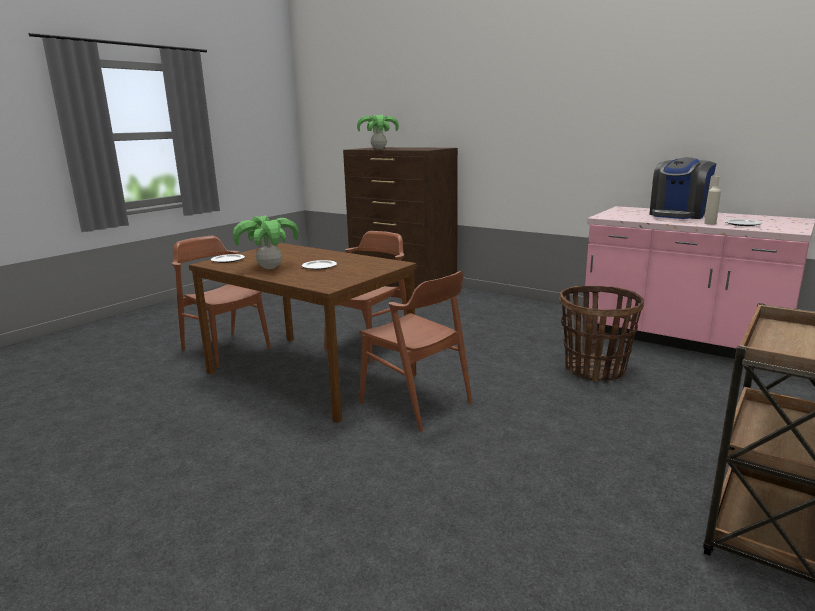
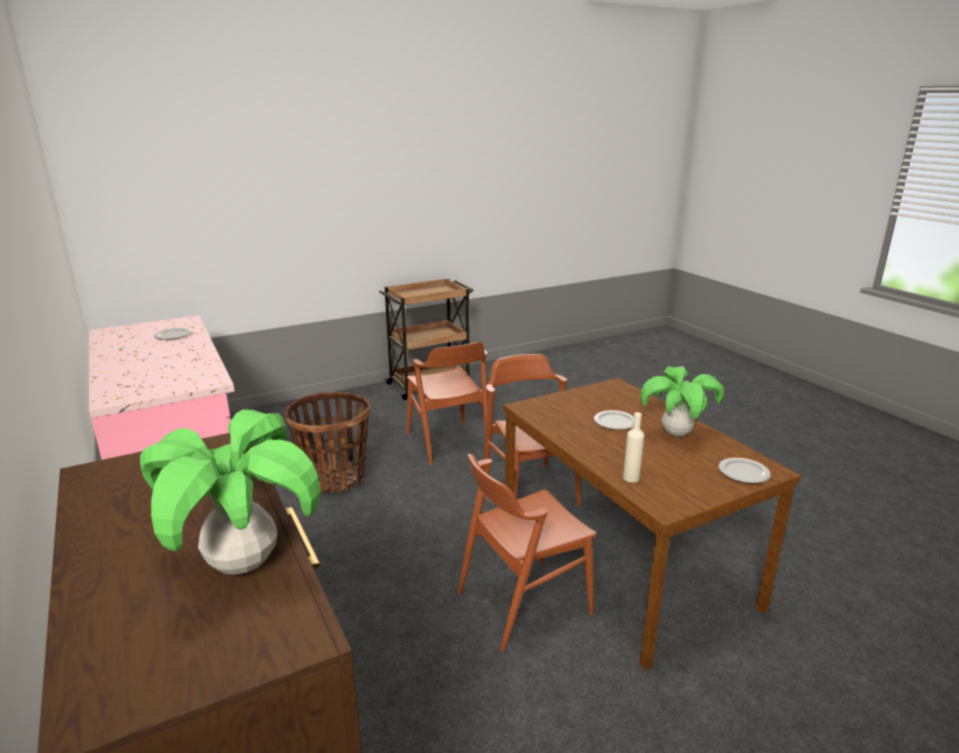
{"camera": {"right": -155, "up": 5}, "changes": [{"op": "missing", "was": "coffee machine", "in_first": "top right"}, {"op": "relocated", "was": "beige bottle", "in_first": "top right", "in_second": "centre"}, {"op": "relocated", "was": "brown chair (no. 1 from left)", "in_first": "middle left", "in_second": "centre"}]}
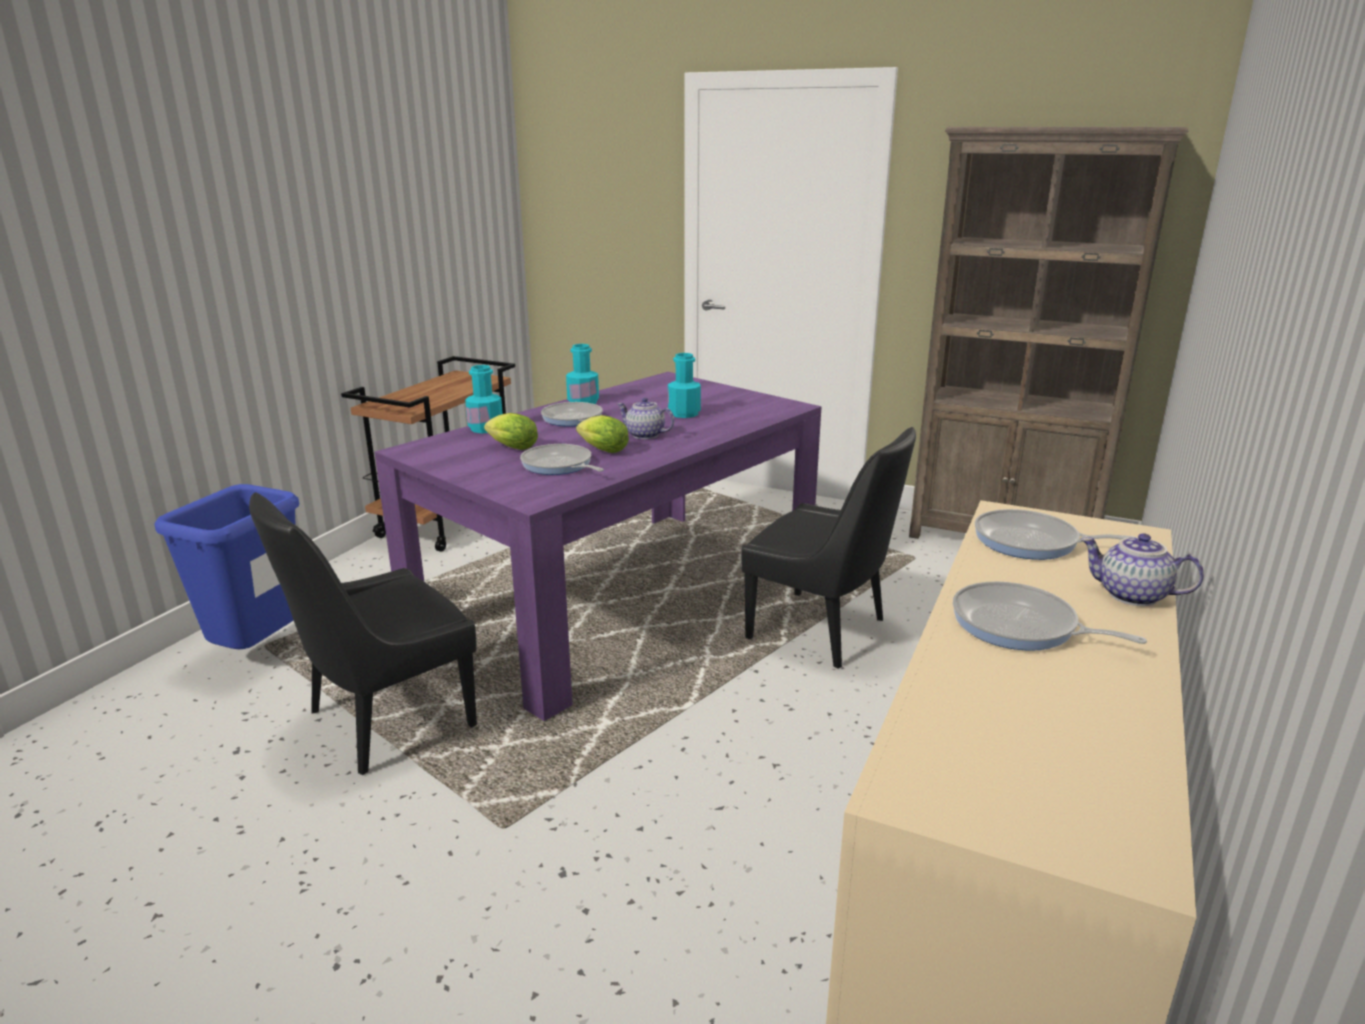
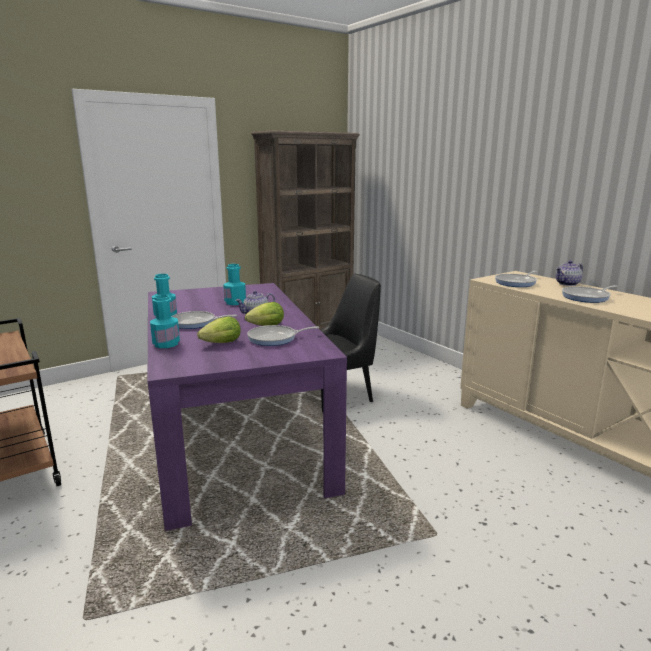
{"camera": {"right": -60, "up": -5}, "changes": [{"op": "missing", "was": "blue trash can", "in_first": "middle left"}, {"op": "missing", "was": "black chair (no. 1 from left)", "in_first": "middle left"}]}
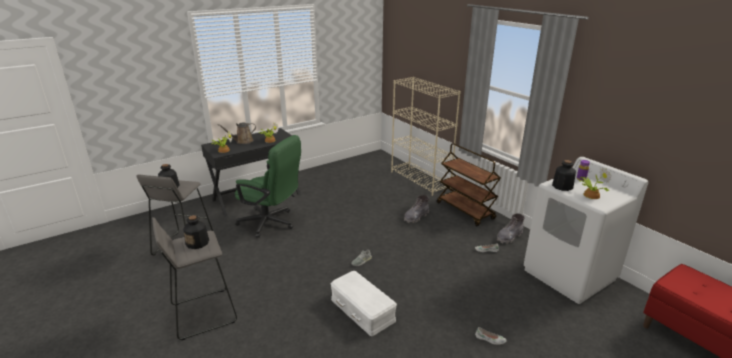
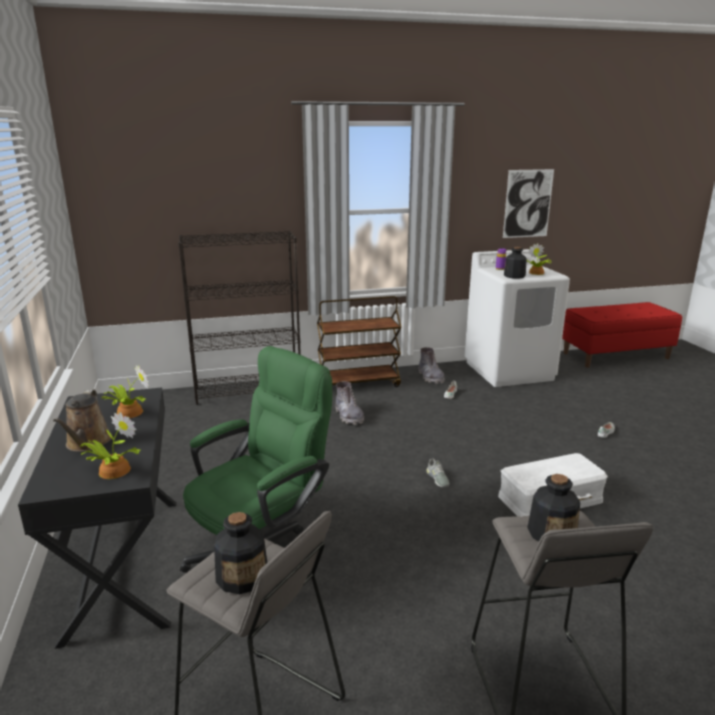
{"camera": {"right": -70, "up": -5}, "changes": [{"op": "colour", "was": "beige bookcase", "now": "black bookcase", "in_first": "centre", "in_second": "centre"}, {"op": "appeared", "now": "picture", "in_second": "top right"}]}
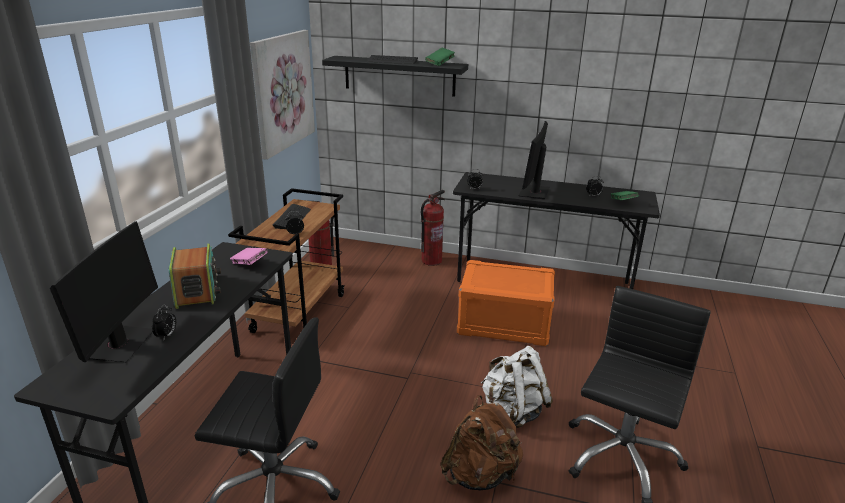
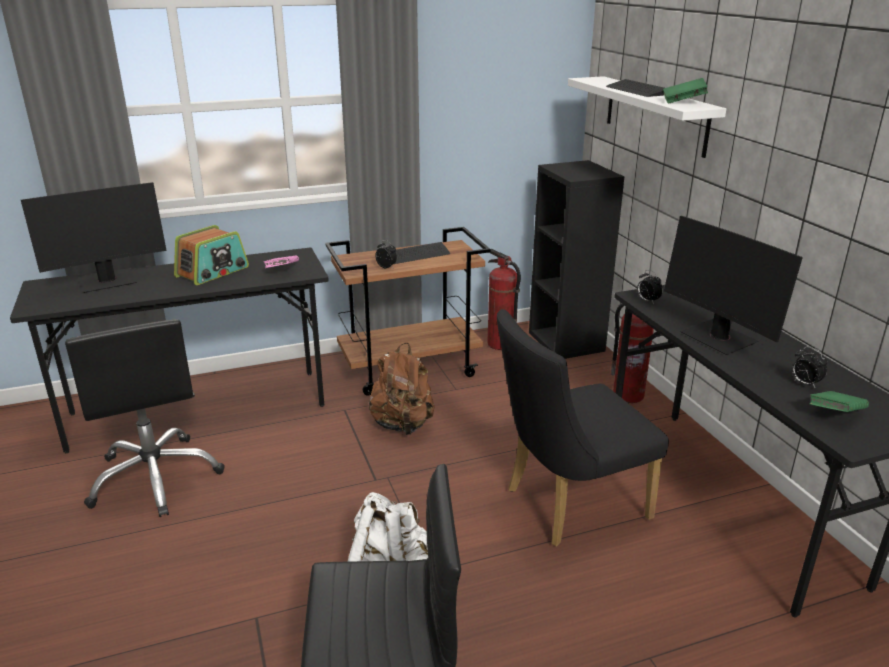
{"camera": {"right": 55, "up": 0}, "changes": [{"op": "missing", "was": "picture", "in_first": "top centre"}, {"op": "colour", "was": "black shelf", "now": "white shelf", "in_first": "top centre", "in_second": "top right"}, {"op": "spun", "was": "monitor (no. 2 from left)", "in_first": "top centre", "in_second": "middle right", "clockwise": -105}, {"op": "exchanged", "was": "orange storage box", "now": "black chair", "in_first": "centre", "in_second": "centre"}, {"op": "missing", "was": "alarm clock (no. 1 from left)", "in_first": "middle left"}, {"op": "relocated", "was": "brown backpack", "in_first": "bottom centre", "in_second": "centre"}, {"op": "appeared", "now": "black bookcase", "in_second": "centre"}]}
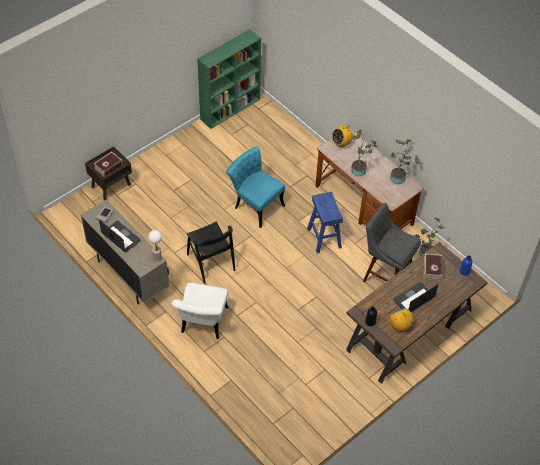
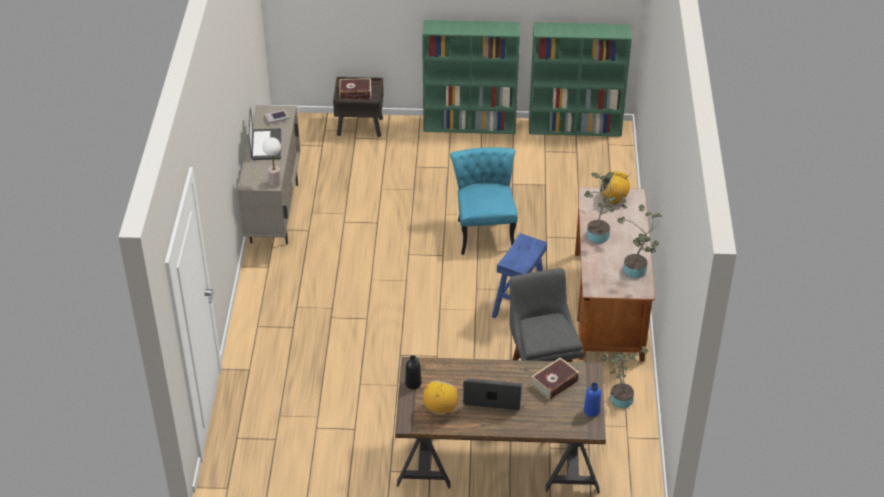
{"camera": {"right": 45, "up": -10}, "changes": [{"op": "missing", "was": "black chair", "in_first": "centre"}, {"op": "missing", "was": "white chair", "in_first": "bottom centre"}, {"op": "appeared", "now": "green bookcase (no. 1 from left)", "in_second": "top centre"}]}
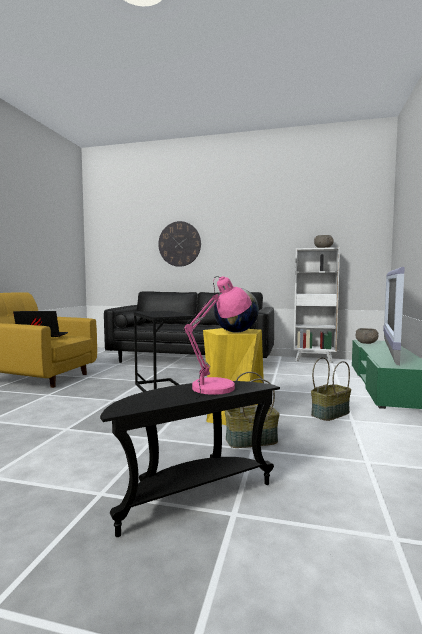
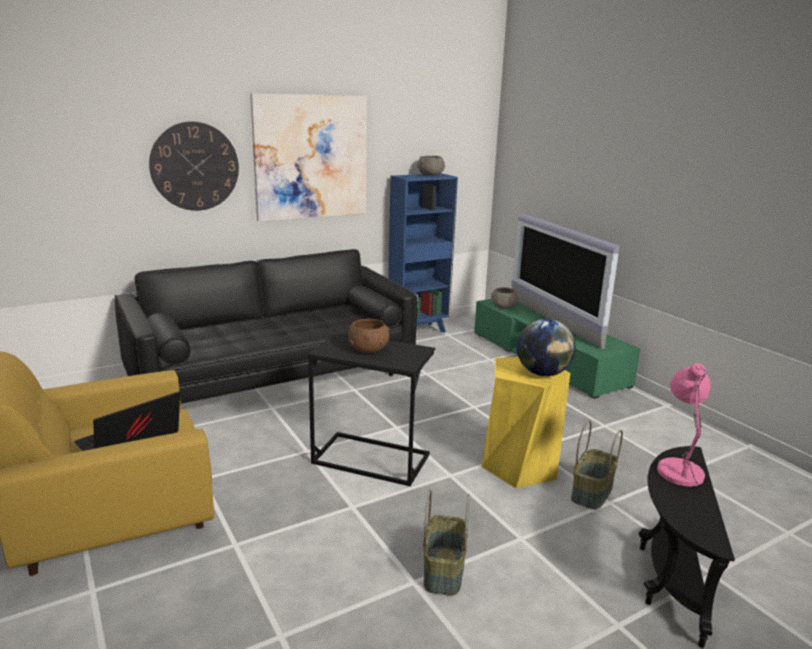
{"camera": {"right": -45, "up": 15}, "changes": [{"op": "colour", "was": "white bookcase", "now": "blue bookcase", "in_first": "middle right", "in_second": "centre"}, {"op": "relocated", "was": "basket (no. 2 from left in the first image)", "now": "basket (no. 1 from left)", "in_first": "middle right", "in_second": "bottom centre"}, {"op": "appeared", "now": "picture", "in_second": "top centre"}, {"op": "appeared", "now": "brown bowl", "in_second": "centre"}]}
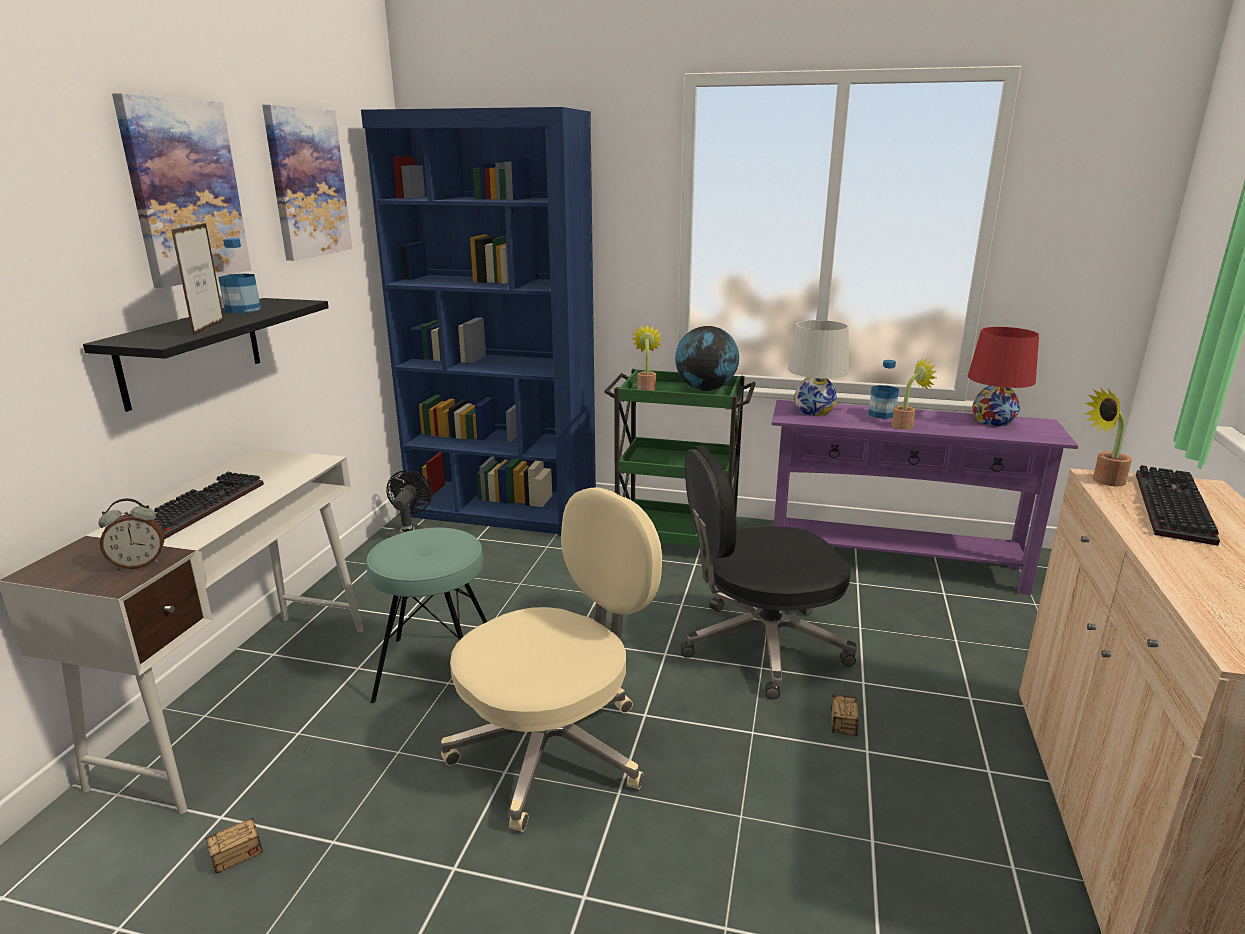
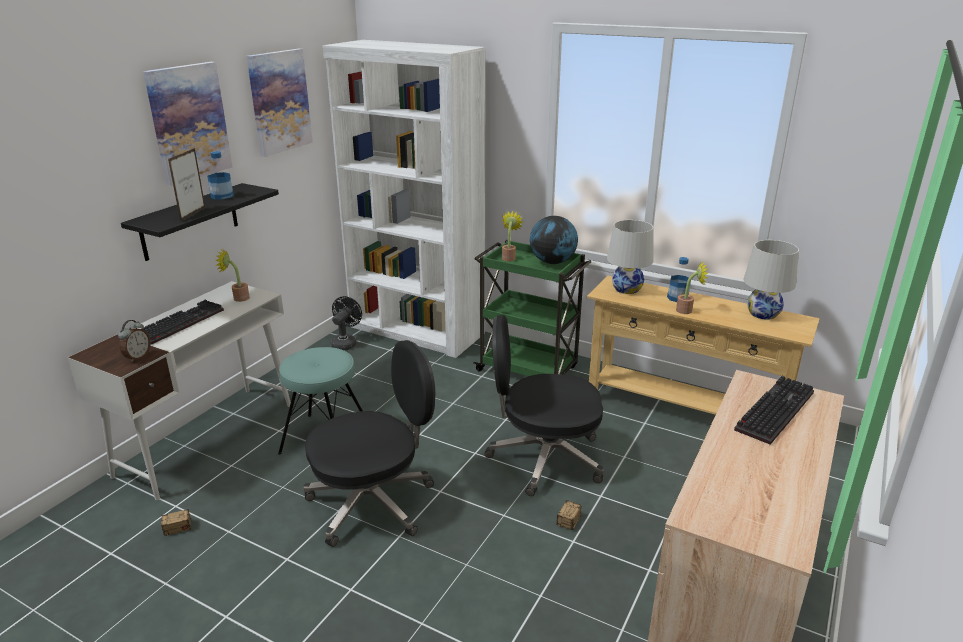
{"camera": {"right": 15, "up": 5}, "changes": [{"op": "colour", "was": "blue bookcase", "now": "white bookcase", "in_first": "centre", "in_second": "top centre"}, {"op": "colour", "was": "red table lamp", "now": "white table lamp (no. 2 from left)", "in_first": "middle right", "in_second": "middle right"}, {"op": "relocated", "was": "potted plant (no. 3 from left in the first image)", "now": "potted plant (no. 1 from left)", "in_first": "middle right", "in_second": "middle left"}, {"op": "colour", "was": "purple console table", "now": "beige console table", "in_first": "middle right", "in_second": "middle right"}, {"op": "colour", "was": "beige office chair", "now": "black office chair (no. 1 from left)", "in_first": "bottom centre", "in_second": "bottom centre"}, {"op": "spun", "was": "alarm clock", "in_first": "middle left", "in_second": "middle left", "clockwise": -60}]}
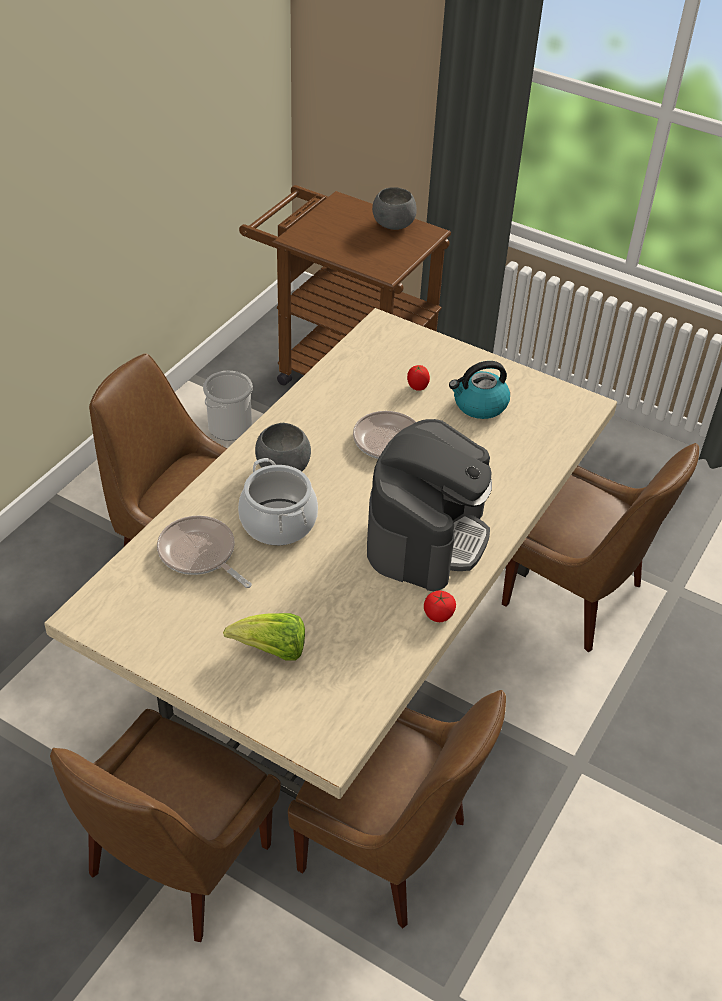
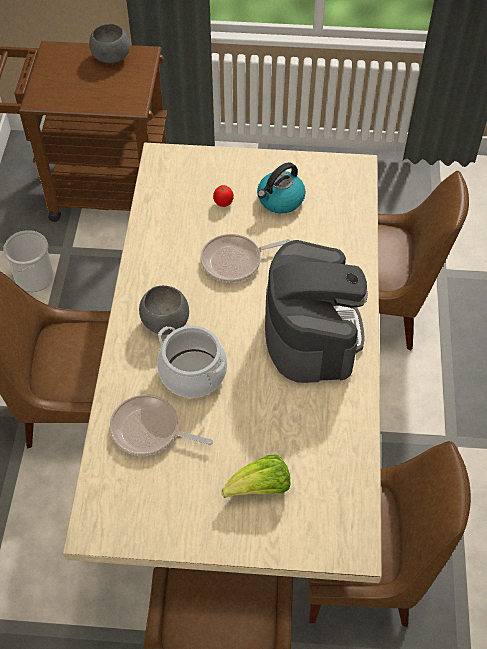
{"camera": {"right": -25, "up": 10}, "changes": [{"op": "missing", "was": "tomato (no. 2 from left)", "in_first": "centre"}]}
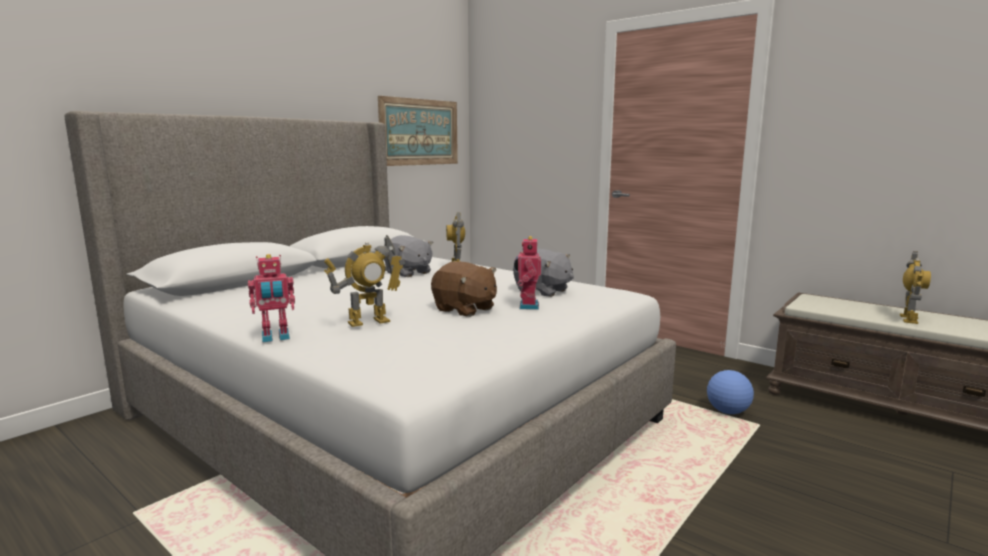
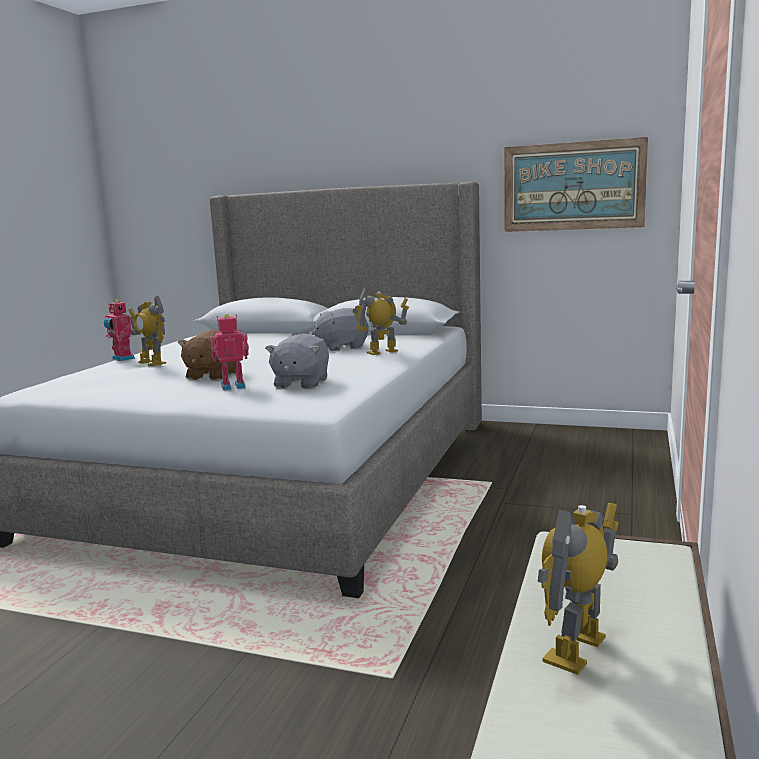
{"camera": {"right": 70, "up": 0}, "changes": [{"op": "spun", "was": "grey plush toy (no. 1 from left in the first image)", "in_first": "centre", "in_second": "centre", "clockwise": 45}, {"op": "spun", "was": "toy robot (no. 5 from left)", "in_first": "middle right", "in_second": "bottom right", "clockwise": 120}, {"op": "missing", "was": "football", "in_first": "bottom right"}]}
